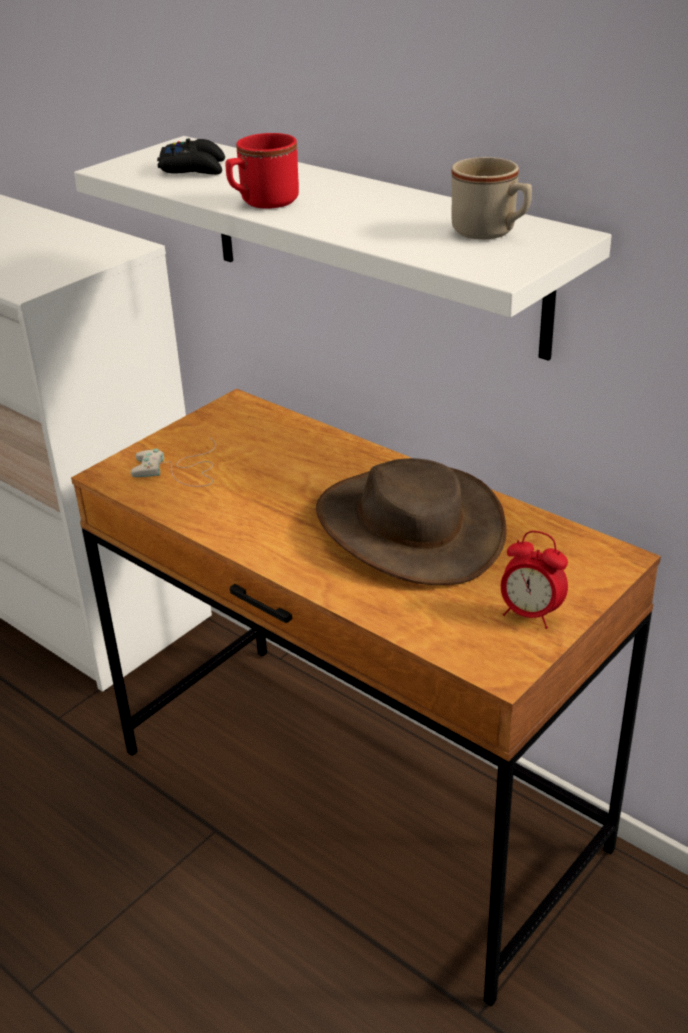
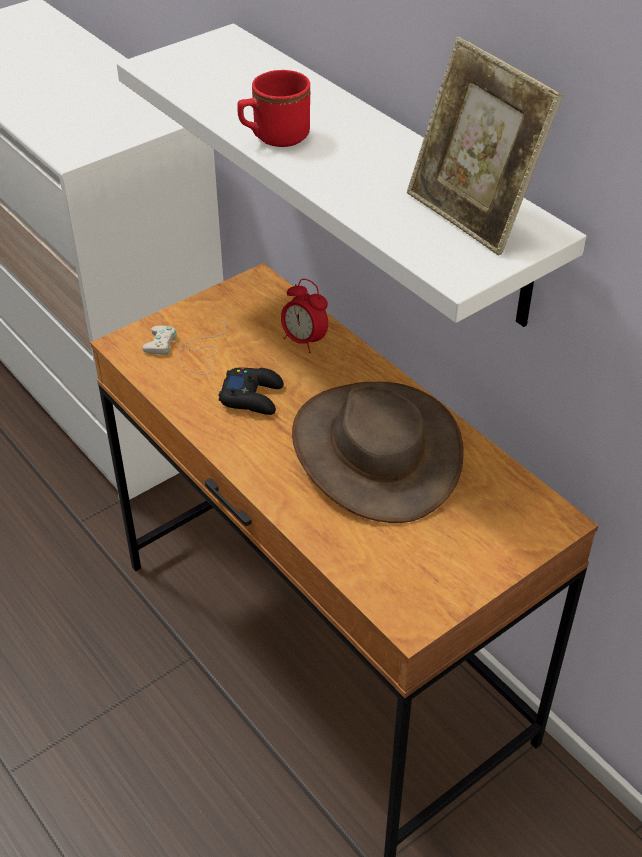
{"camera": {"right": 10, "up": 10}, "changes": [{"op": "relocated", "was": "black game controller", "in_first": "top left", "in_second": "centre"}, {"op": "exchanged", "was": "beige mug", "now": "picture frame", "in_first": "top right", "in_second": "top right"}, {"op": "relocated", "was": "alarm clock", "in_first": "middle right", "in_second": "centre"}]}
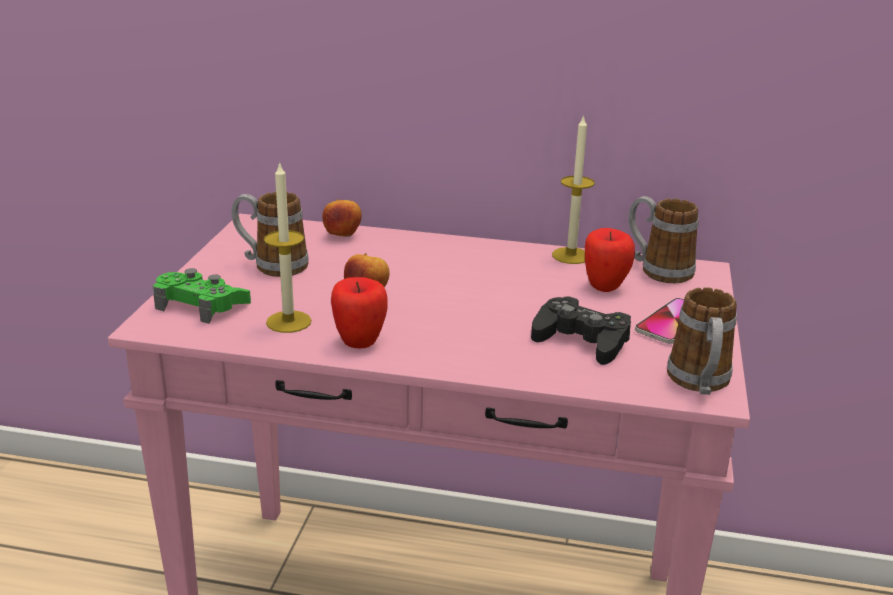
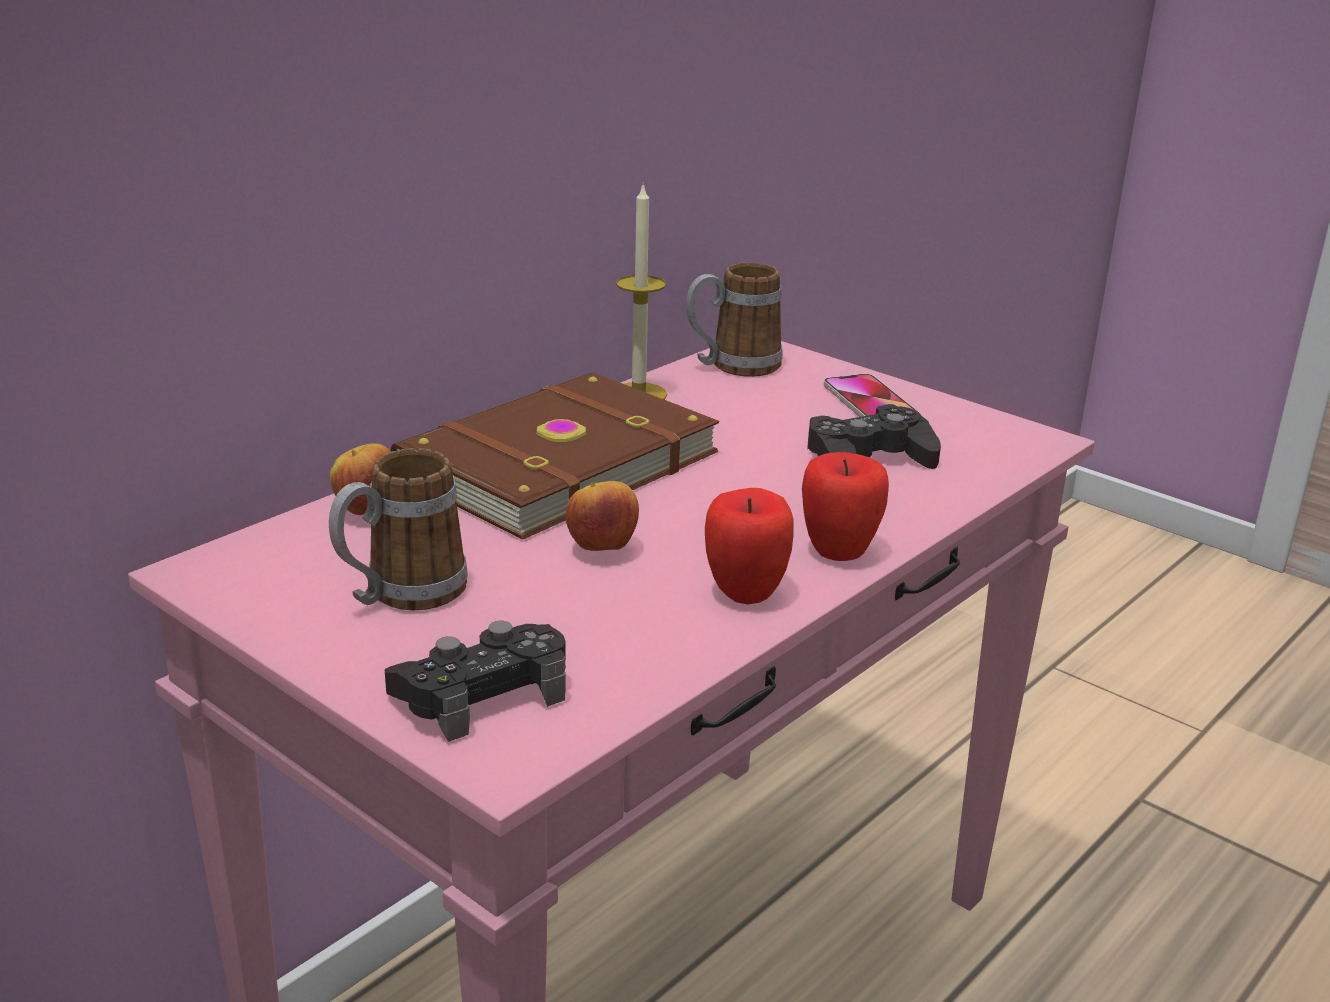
{"camera": {"right": -60, "up": 0}, "changes": [{"op": "missing", "was": "candle (no. 1 from left)", "in_first": "middle left"}, {"op": "relocated", "was": "apple (no. 4 from left)", "in_first": "middle right", "in_second": "centre"}, {"op": "colour", "was": "green game controller", "now": "black game controller (no. 1 from left)", "in_first": "middle left", "in_second": "bottom centre"}, {"op": "missing", "was": "mug (no. 3 from left)", "in_first": "middle right"}, {"op": "appeared", "now": "brown book", "in_second": "centre"}]}
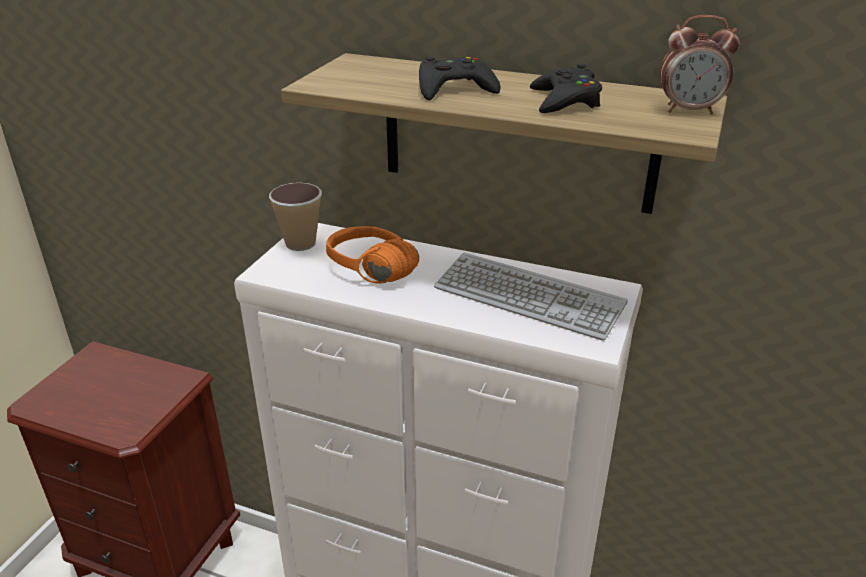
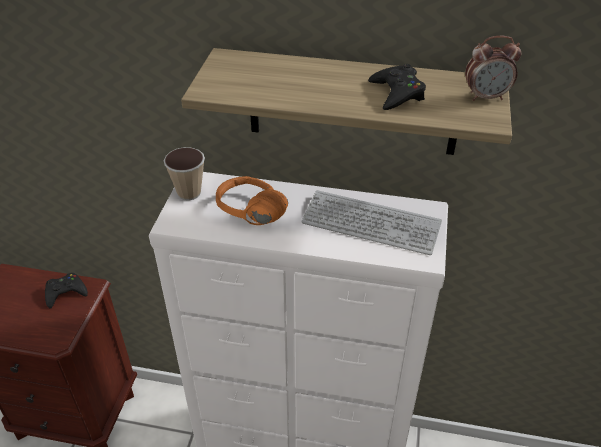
{"camera": {"right": -10, "up": 10}, "changes": [{"op": "relocated", "was": "black game controller (no. 1 from left)", "in_first": "top centre", "in_second": "middle left"}]}
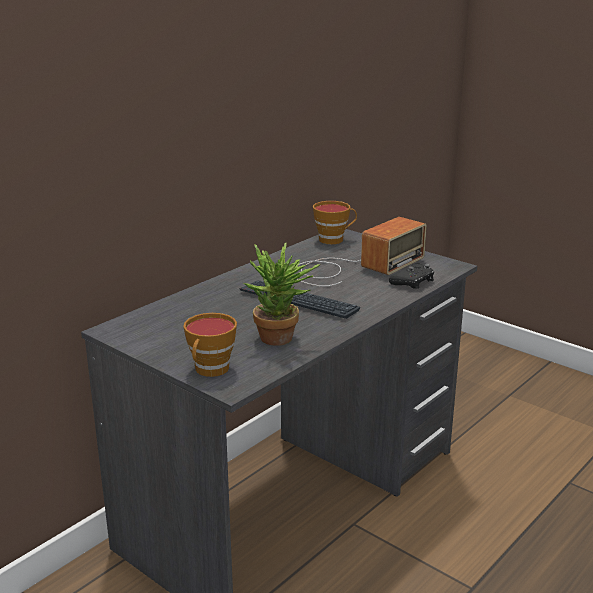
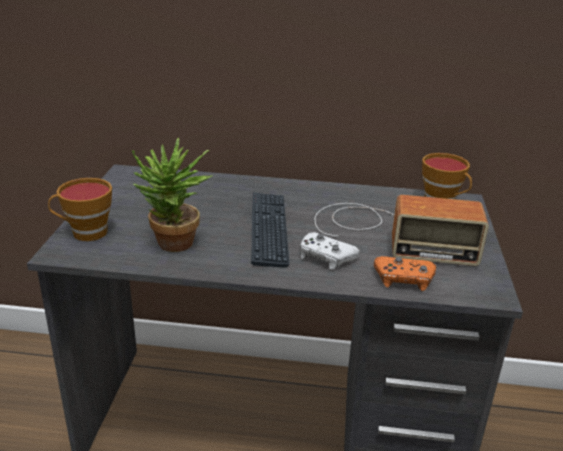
{"camera": {"right": 55, "up": 5}, "changes": [{"op": "colour", "was": "black game controller", "now": "orange game controller", "in_first": "middle right", "in_second": "middle right"}, {"op": "appeared", "now": "white game controller", "in_second": "centre"}]}
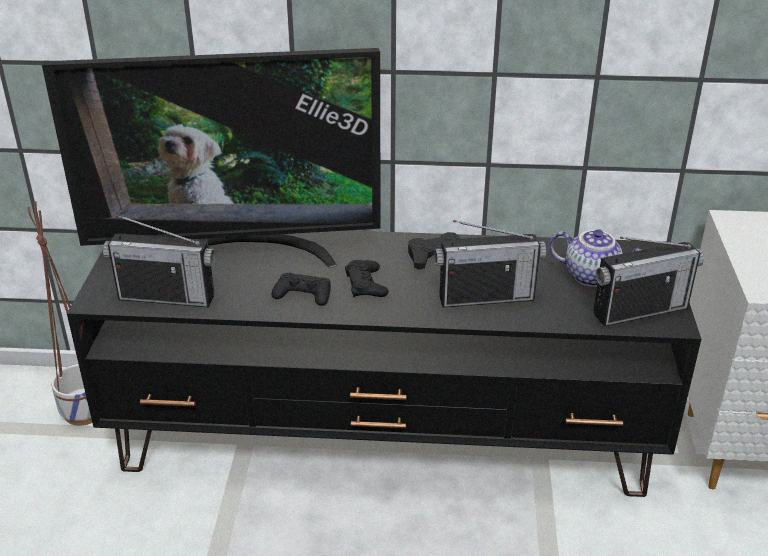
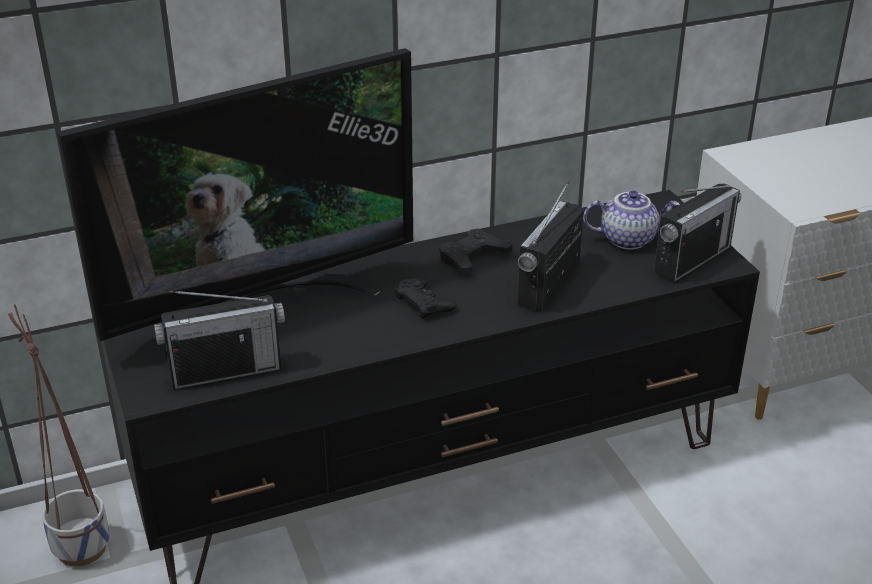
{"camera": {"right": -25, "up": 0}, "changes": [{"op": "spun", "was": "radio (no. 2 from left)", "in_first": "centre", "in_second": "centre", "clockwise": 150}, {"op": "missing", "was": "black game controller (no. 1 from left)", "in_first": "centre"}]}
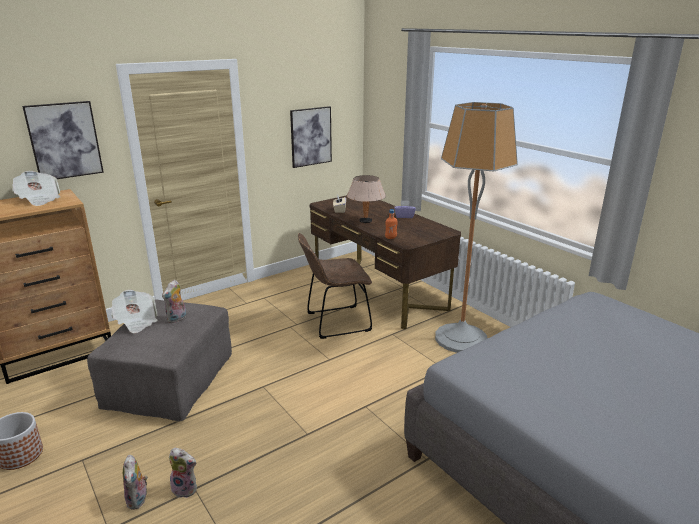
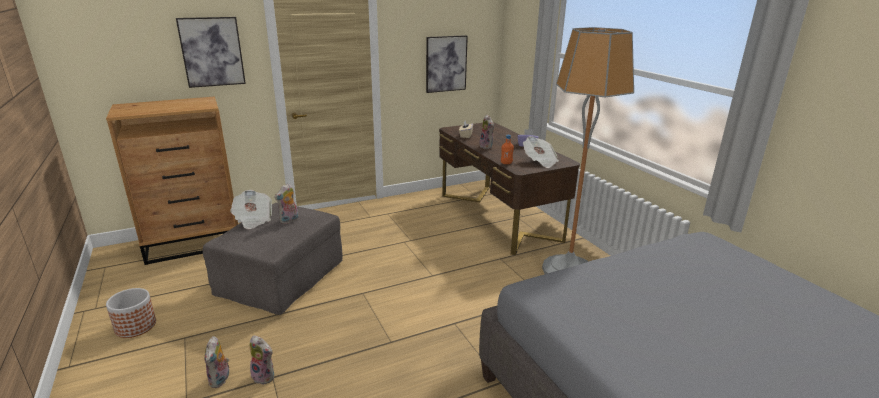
{"camera": {"right": 10, "up": 0}, "changes": [{"op": "relocated", "was": "newspaper (no. 1 from left in the first image)", "now": "newspaper (no. 2 from left)", "in_first": "middle left", "in_second": "centre"}, {"op": "exchanged", "was": "beige table lamp", "now": "plush toy (no. 4 from left)", "in_first": "centre", "in_second": "top centre"}, {"op": "missing", "was": "brown chair", "in_first": "centre"}]}
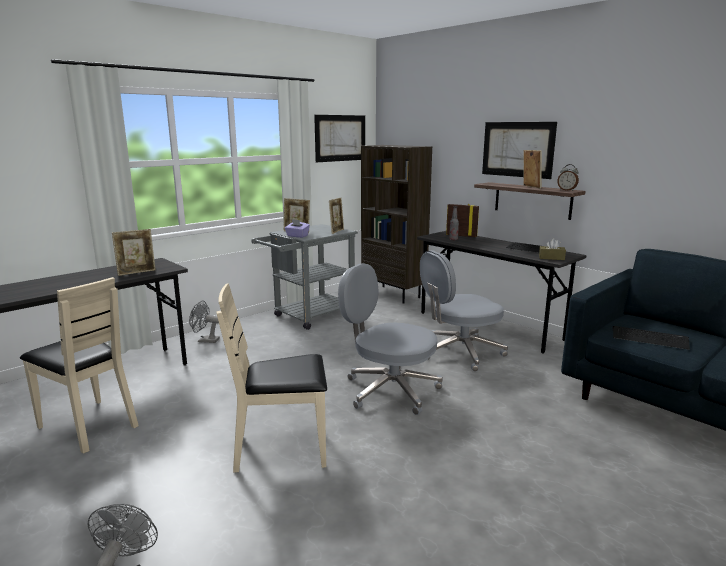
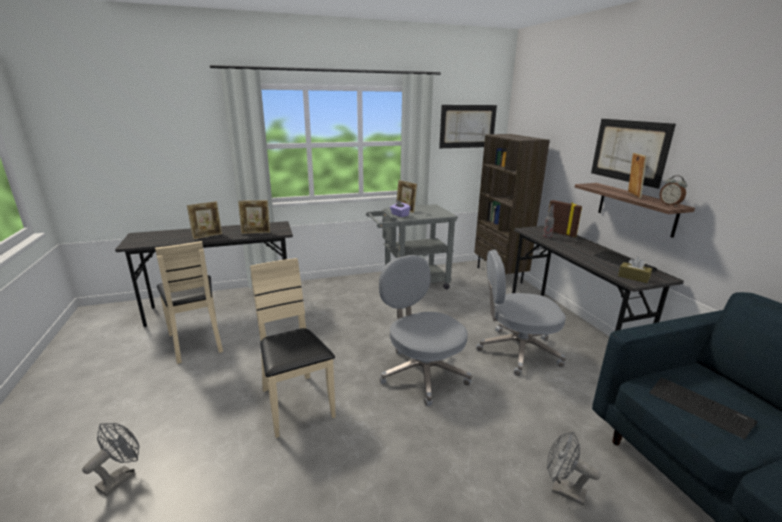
{"camera": {"right": 25, "up": 5}, "changes": [{"op": "relocated", "was": "picture frame (no. 3 from left in the first image)", "now": "picture frame (no. 1 from left)", "in_first": "centre", "in_second": "middle left"}, {"op": "spun", "was": "beige chair (no. 2 from left)", "in_first": "bottom centre", "in_second": "bottom centre", "clockwise": 45}, {"op": "relocated", "was": "grey fan (no. 2 from left)", "in_first": "middle left", "in_second": "bottom right"}]}
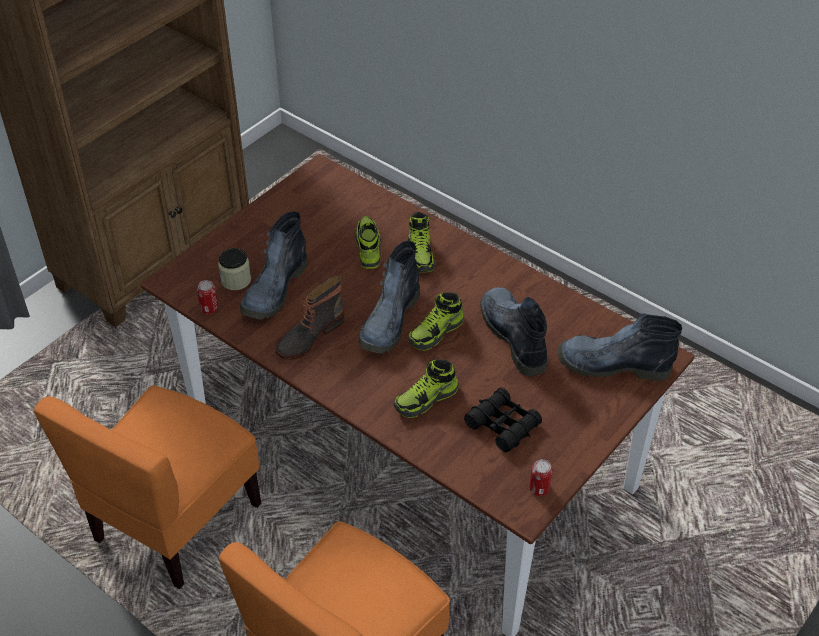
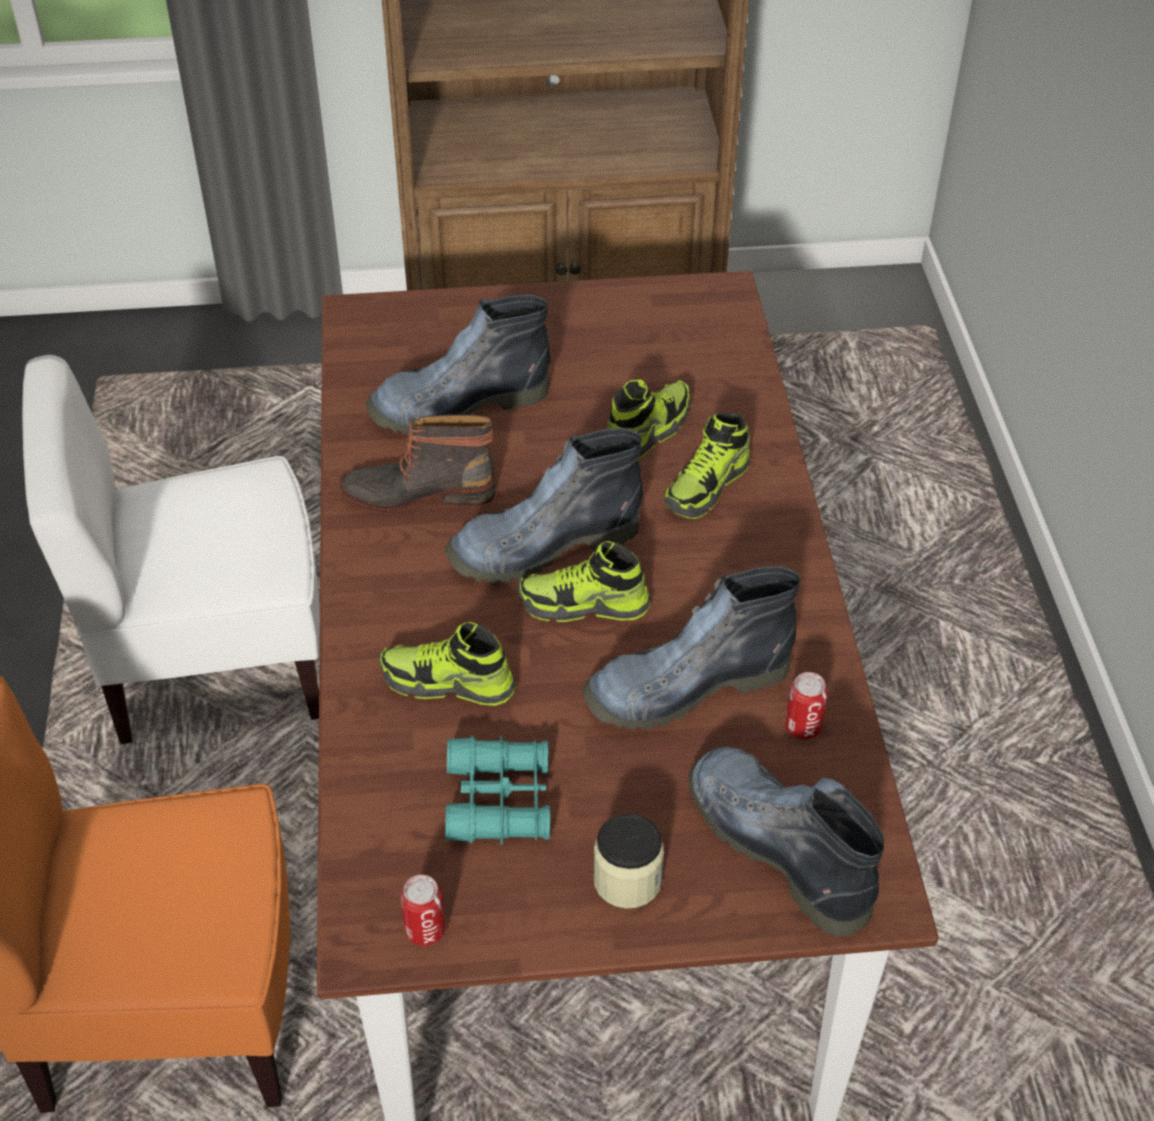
{"camera": {"right": 45, "up": 0}, "changes": [{"op": "relocated", "was": "jar", "in_first": "middle left", "in_second": "bottom centre"}, {"op": "relocated", "was": "can (no. 1 from left in the first image)", "now": "can (no. 2 from left)", "in_first": "middle left", "in_second": "middle right"}, {"op": "spun", "was": "boot (no. 4 from left)", "in_first": "centre", "in_second": "centre", "clockwise": -135}, {"op": "colour", "was": "orange chair (no. 1 from left)", "now": "white chair", "in_first": "bottom left", "in_second": "middle left"}, {"op": "colour", "was": "black binoculars", "now": "turquoise binoculars", "in_first": "centre", "in_second": "bottom centre"}]}
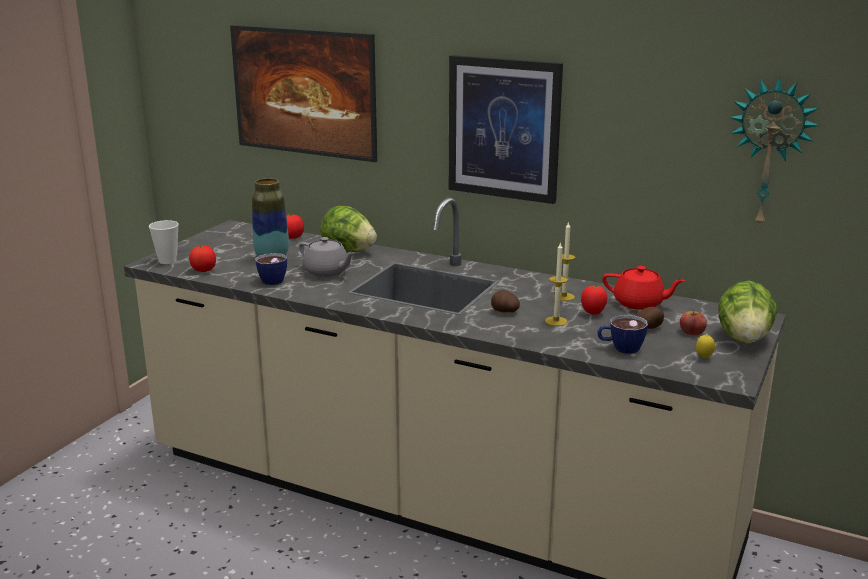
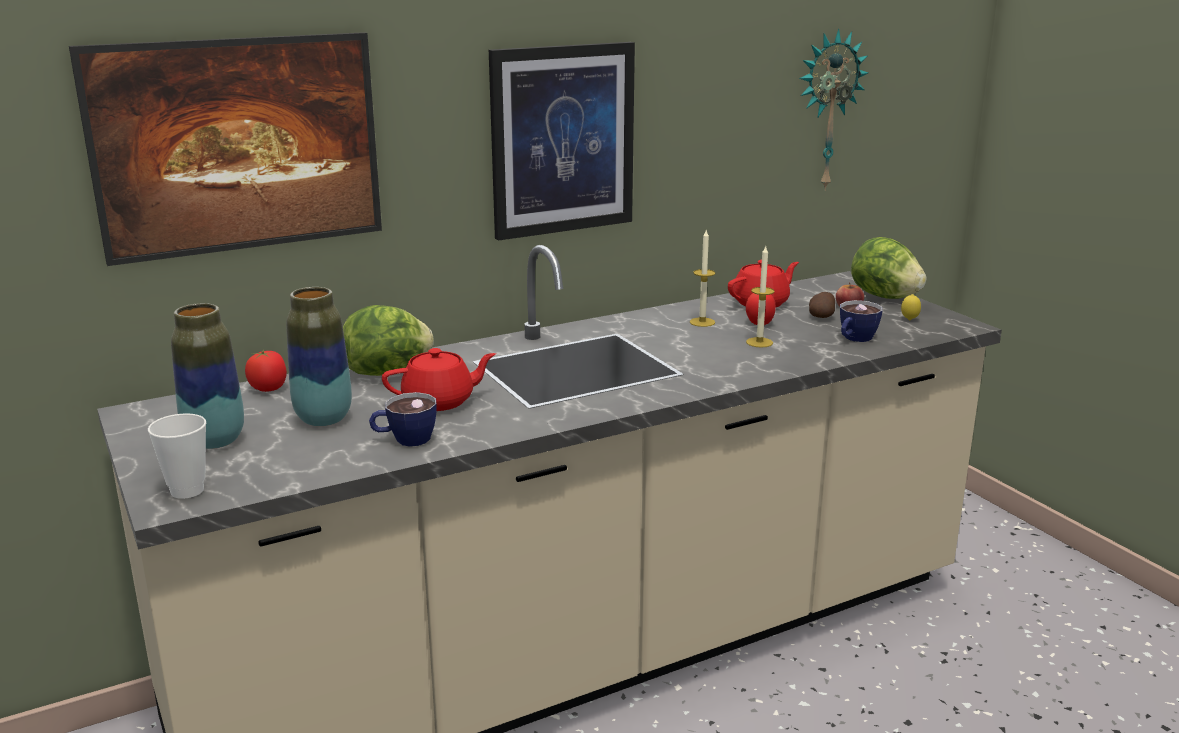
{"camera": {"right": -55, "up": 0}, "changes": [{"op": "colour", "was": "grey teapot", "now": "red teapot (no. 1 from left)", "in_first": "centre", "in_second": "centre"}, {"op": "missing", "was": "tomato (no. 1 from left)", "in_first": "middle left"}, {"op": "missing", "was": "potato (no. 1 from left)", "in_first": "centre"}, {"op": "appeared", "now": "vase (no. 1 from left)", "in_second": "middle left"}]}
